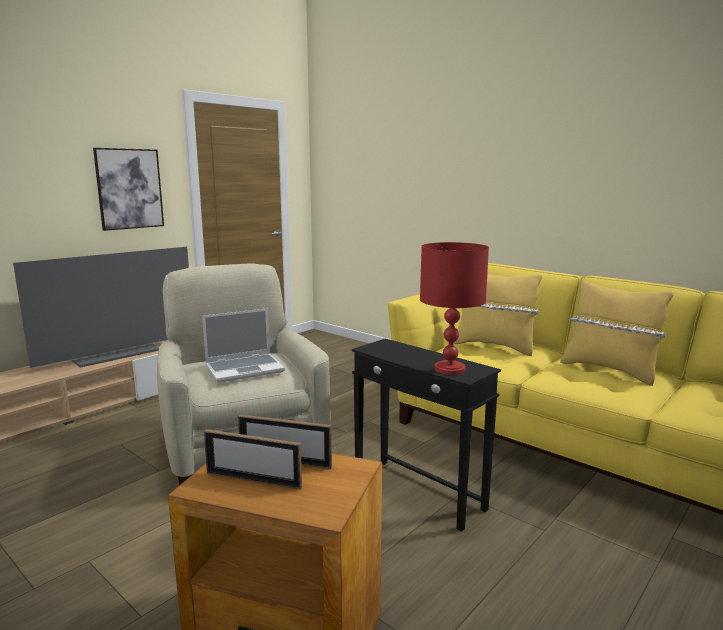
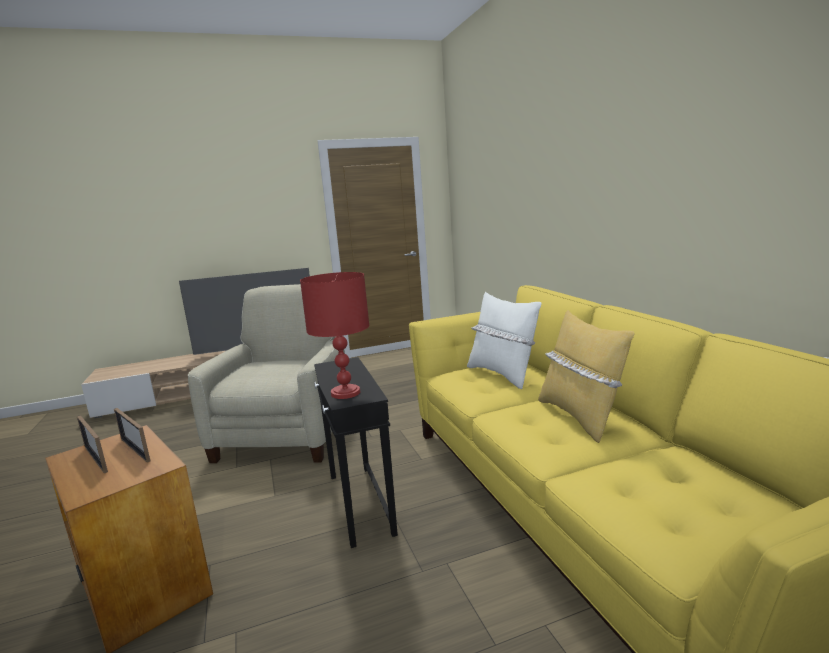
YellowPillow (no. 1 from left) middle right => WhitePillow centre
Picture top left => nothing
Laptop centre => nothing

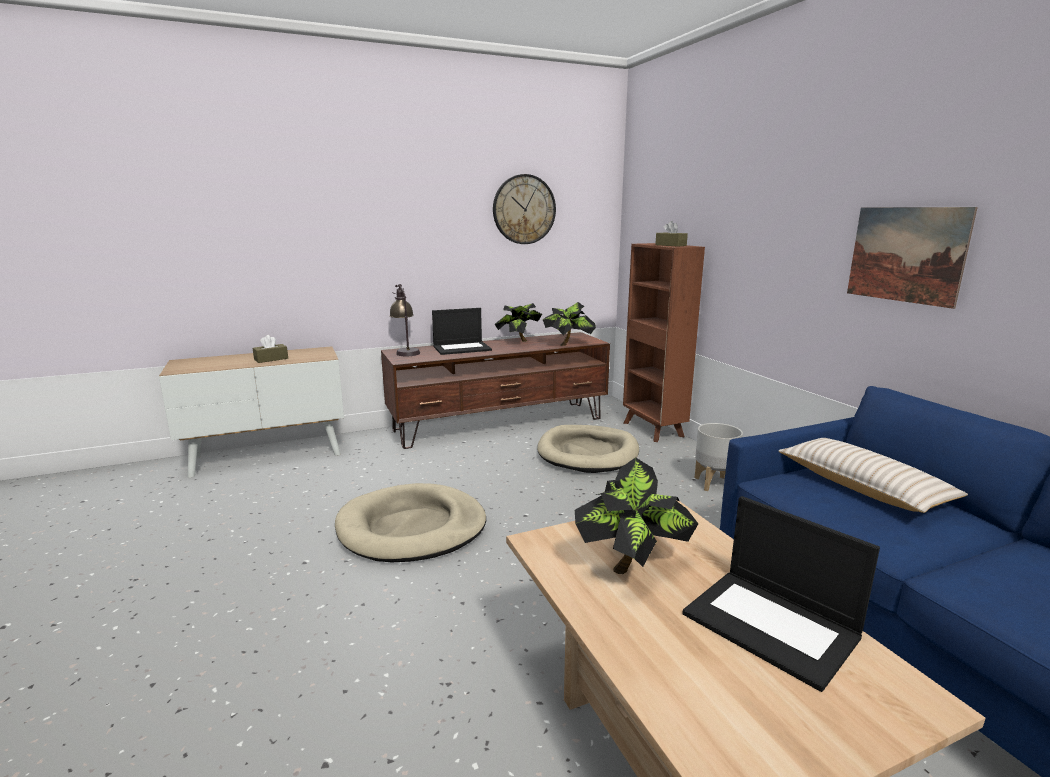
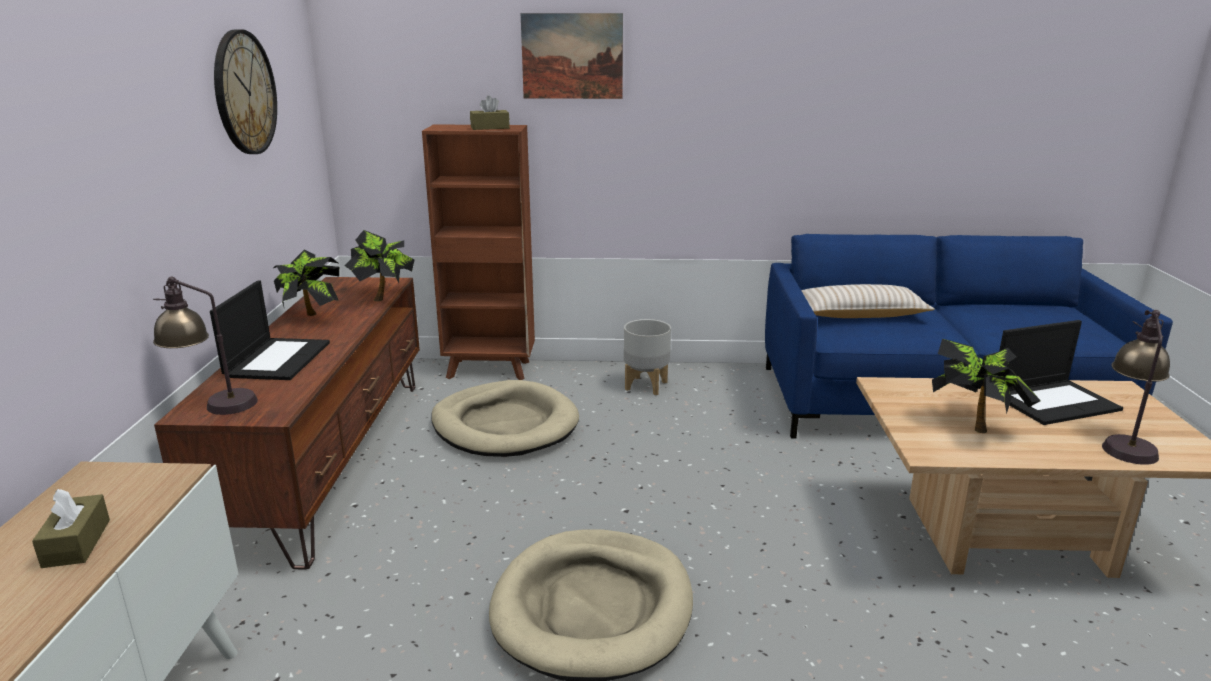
Picture top right => Picture top centre, relocated
nothing => TableLamp (no. 2 from left) middle right

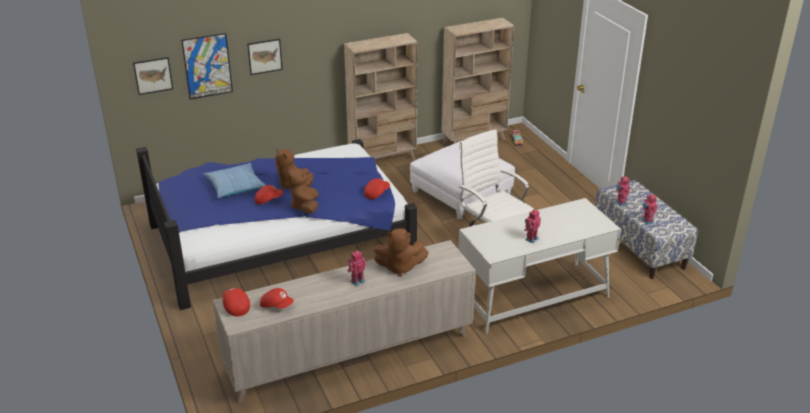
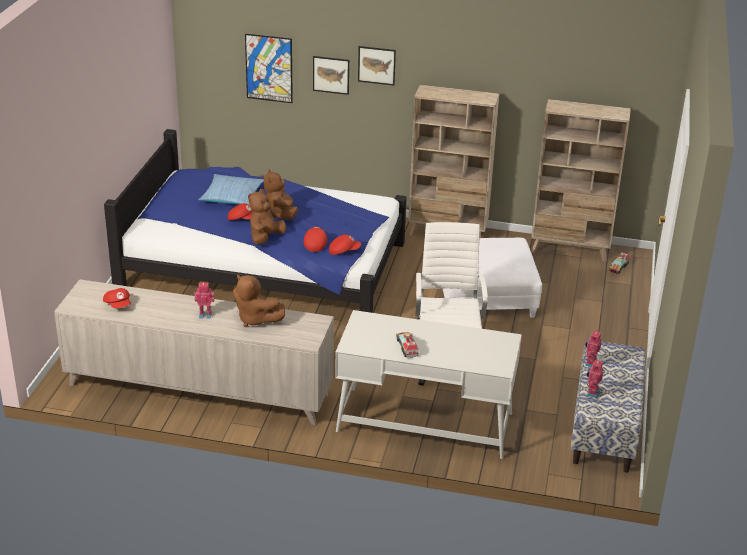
RedCap (no. 1 from left in the first image) bottom left => RedCap (no. 3 from left) centre, relocated
Picture (no. 1 from left in the first image) top left => Picture (no. 3 from left) top centre, relocated
ToyRobot (no. 2 from left) centre => ToyTruck (no. 1 from left) centre

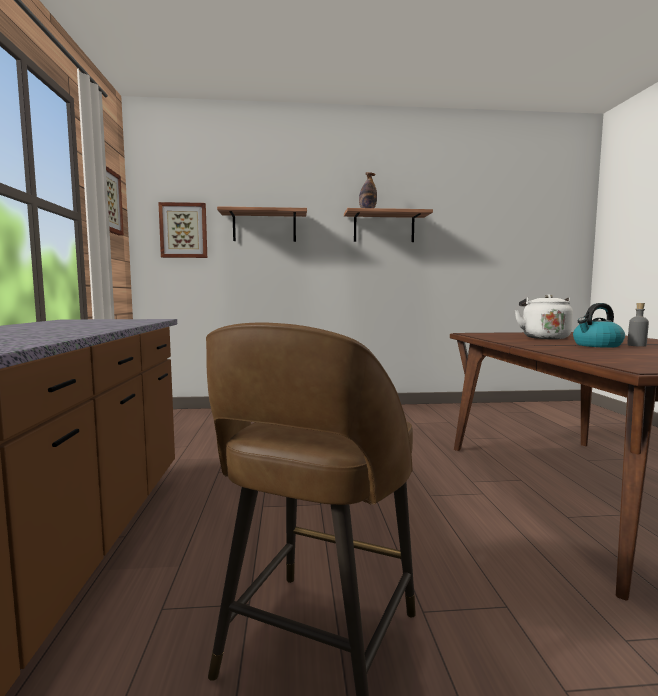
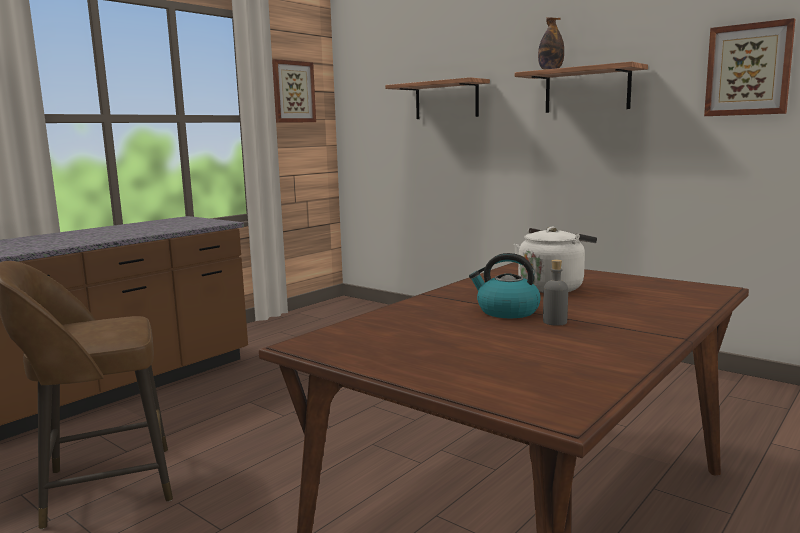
Picture (no. 2 from left) top left => Picture (no. 2 from left) top right, relocated

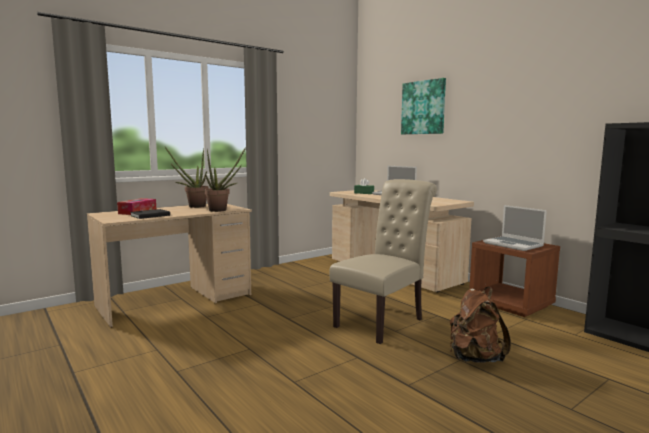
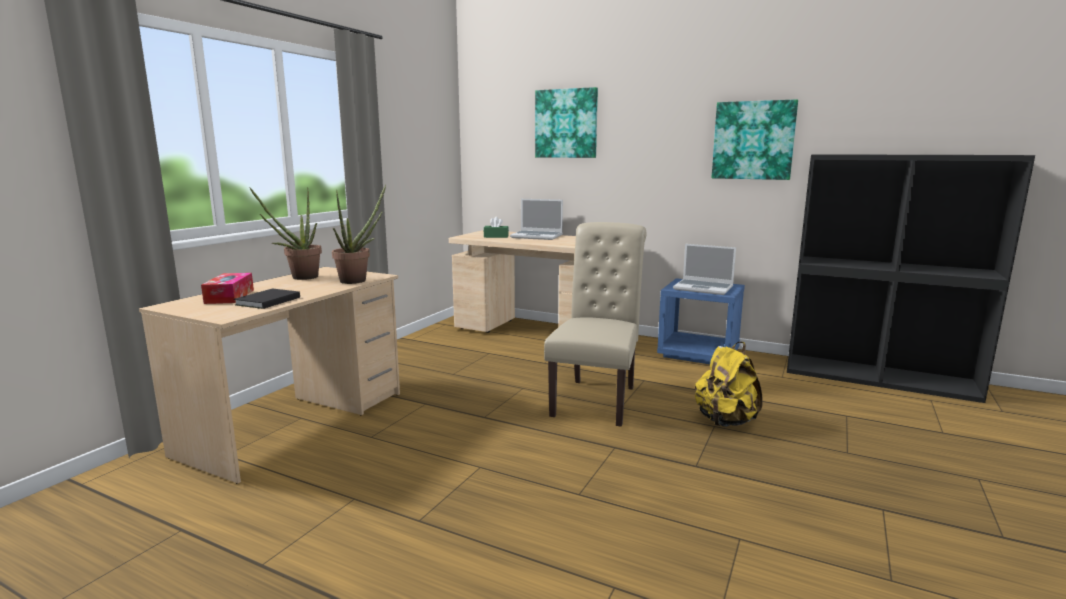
BrownNightstand middle right => BlueNightstand centre
BrownBackpack bottom right => YellowBackpack middle right
nothing => Picture (no. 2 from left) top right

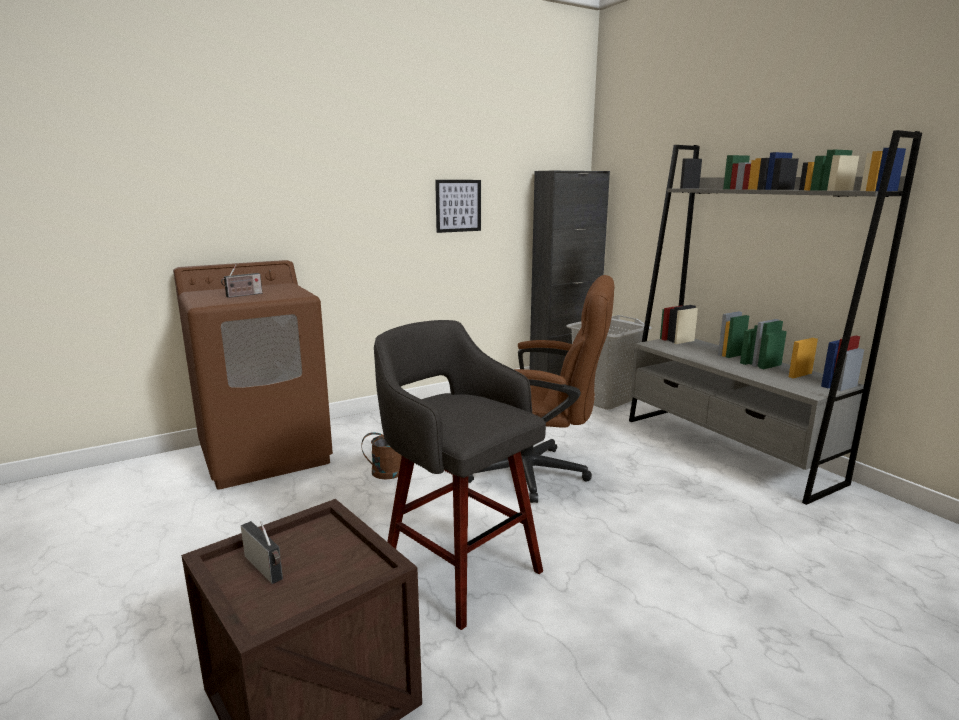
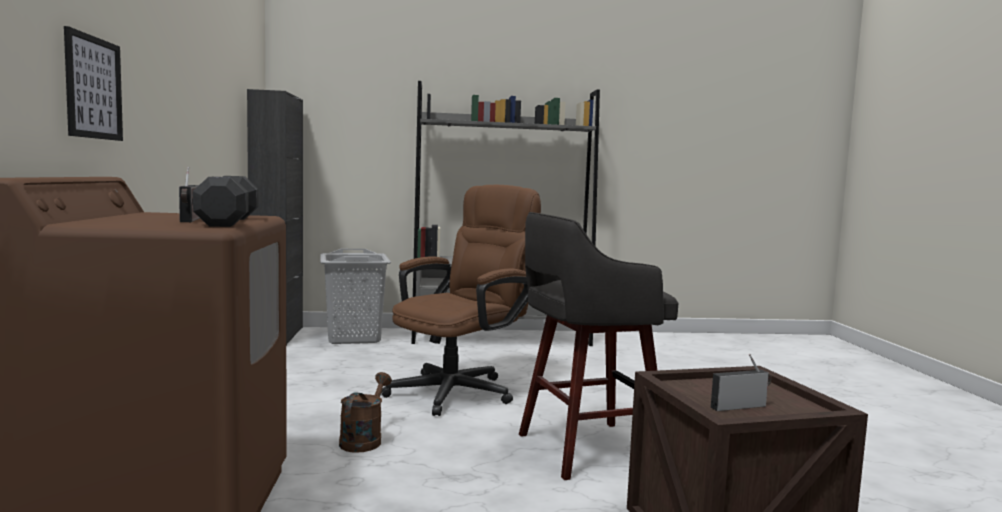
Picture top centre => Picture top left, relocated
nothing => BlackDumbbell middle left

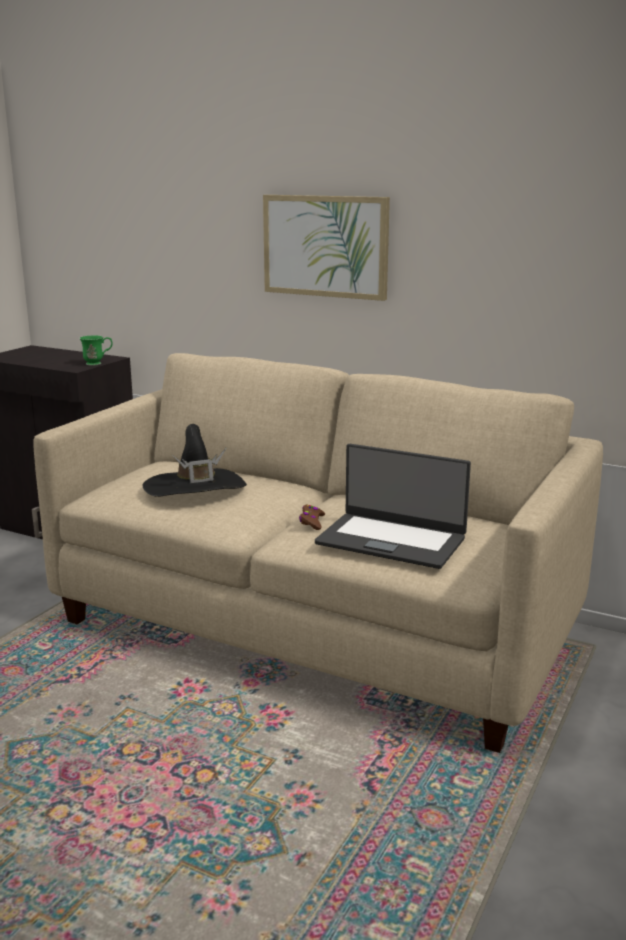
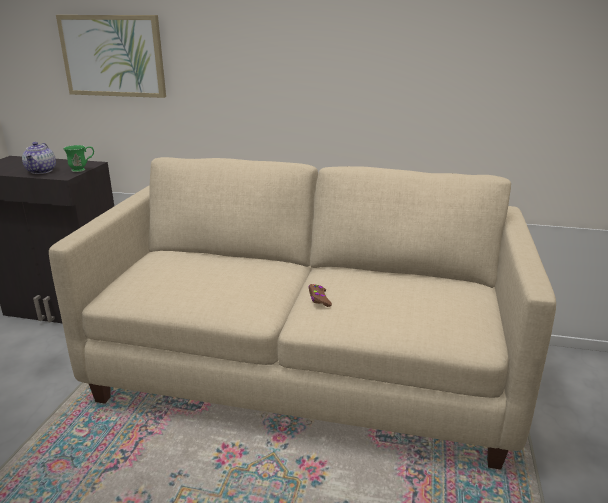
nothing => Teapot top left
Picture top centre => Picture top left, relocated
BlackHat middle left => nothing
Laptop centre => nothing

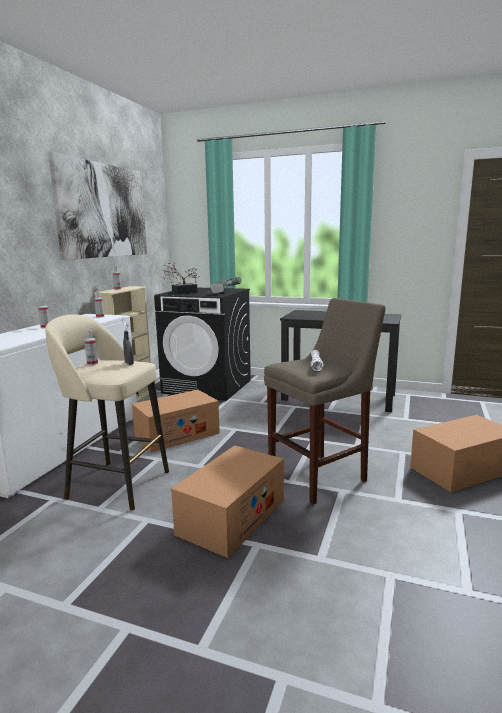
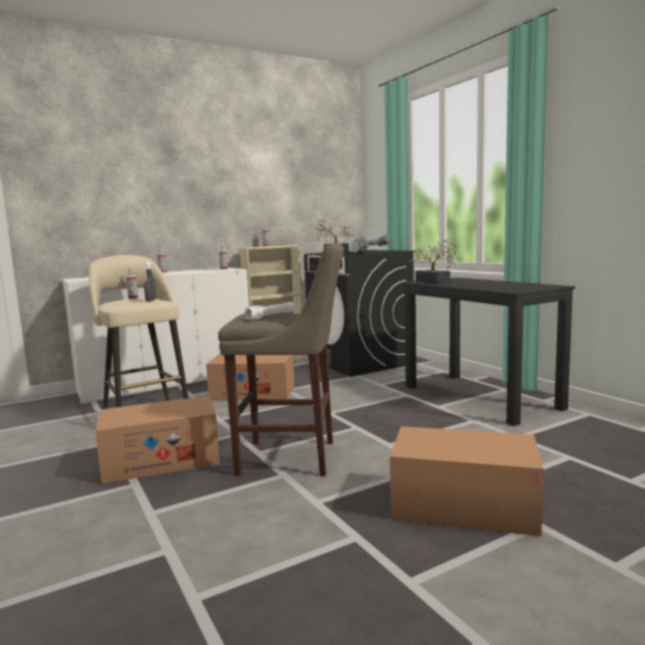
nothing => PottedPlant (no. 2 from left) middle right
Picture top left => nothing

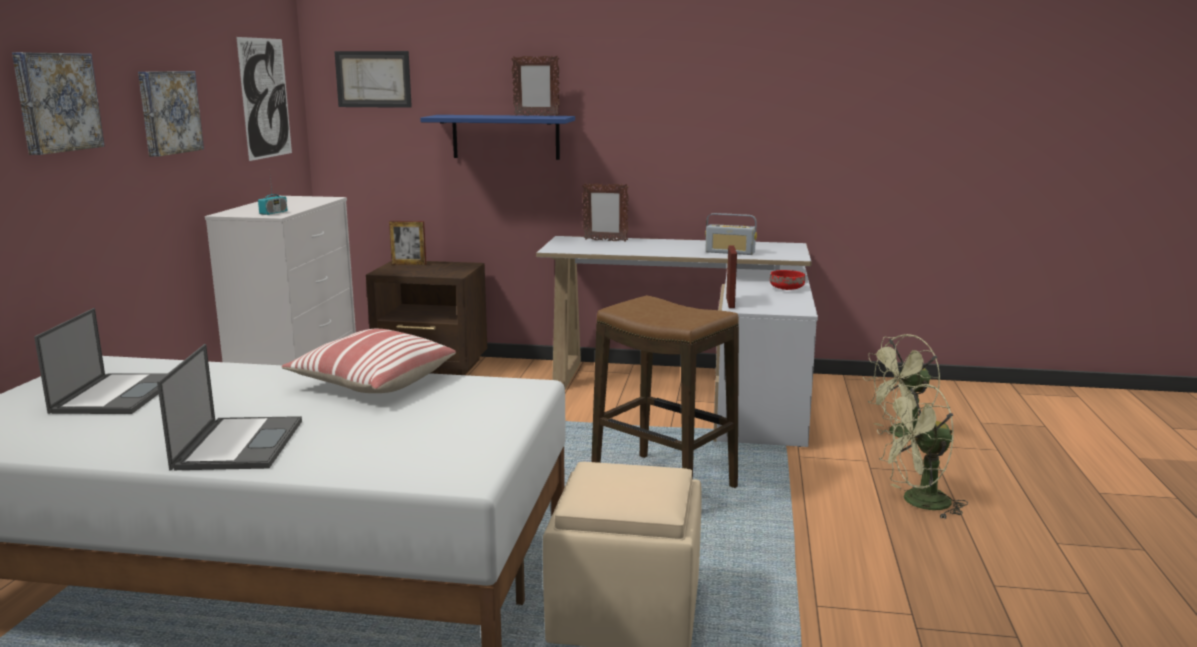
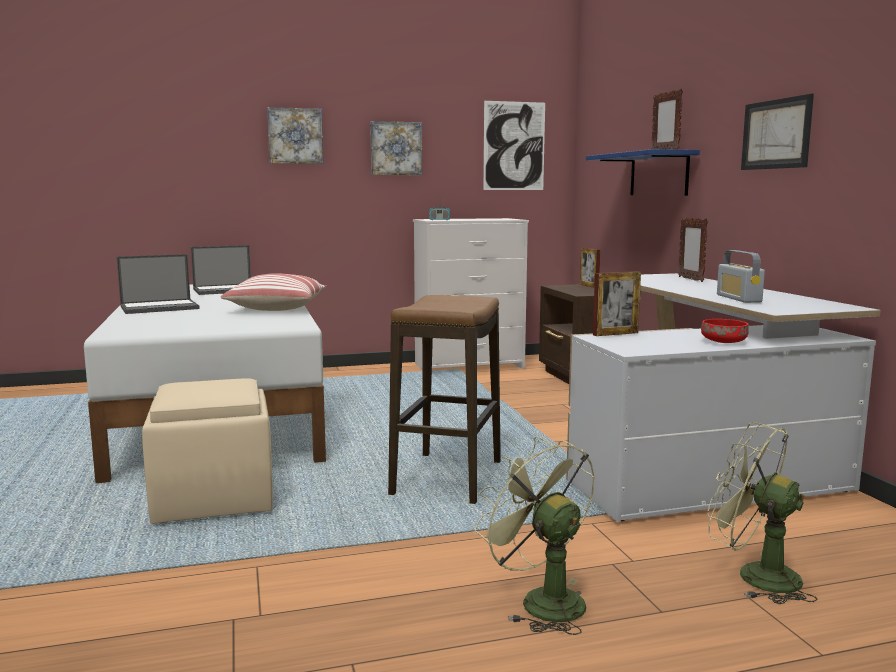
Picture (no. 4 from left) top left => Picture (no. 4 from left) top right, relocated

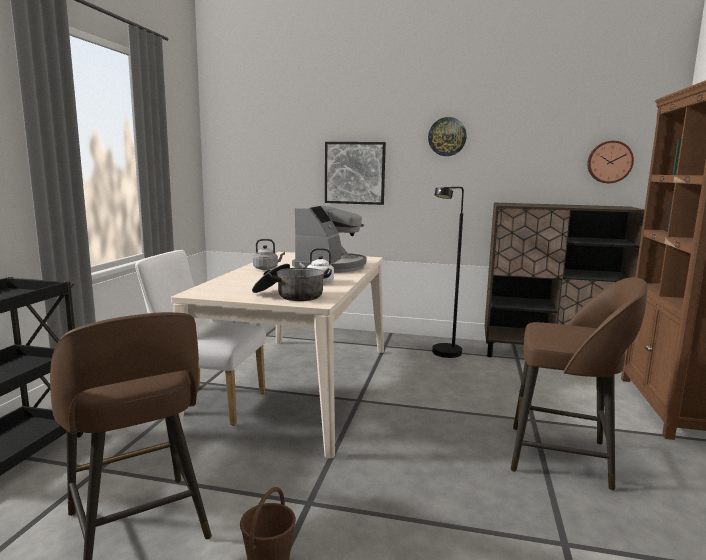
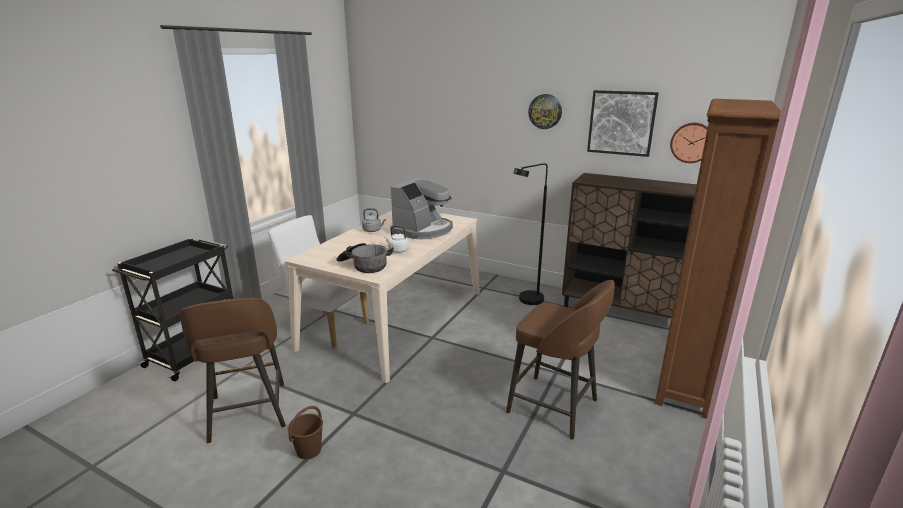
Picture top centre => Picture top right, relocated

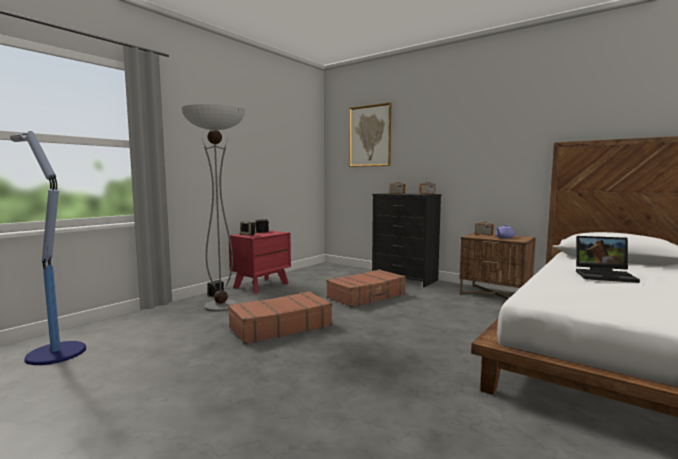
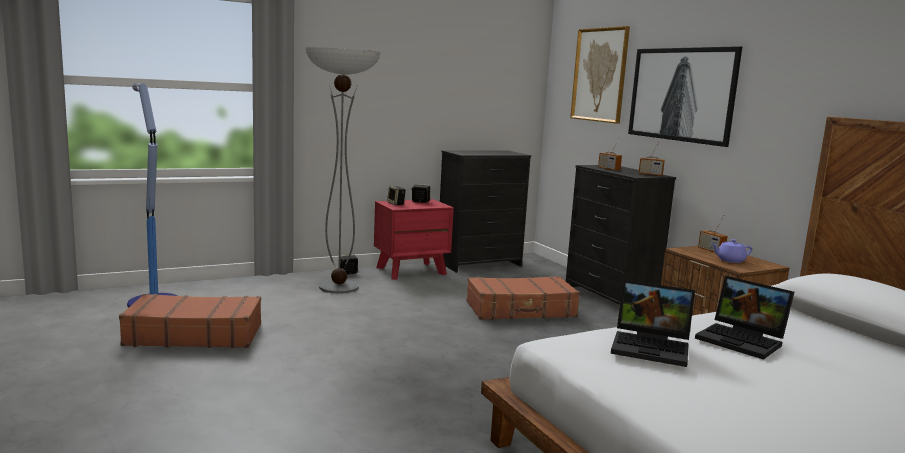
BrownSuitcase (no. 1 from left) bottom centre => BrownSuitcase (no. 1 from left) bottom left, relocated
nothing => BlackDresser (no. 1 from left) centre
nothing => Laptop (no. 1 from left) bottom right
nothing => Picture (no. 2 from left) top right

